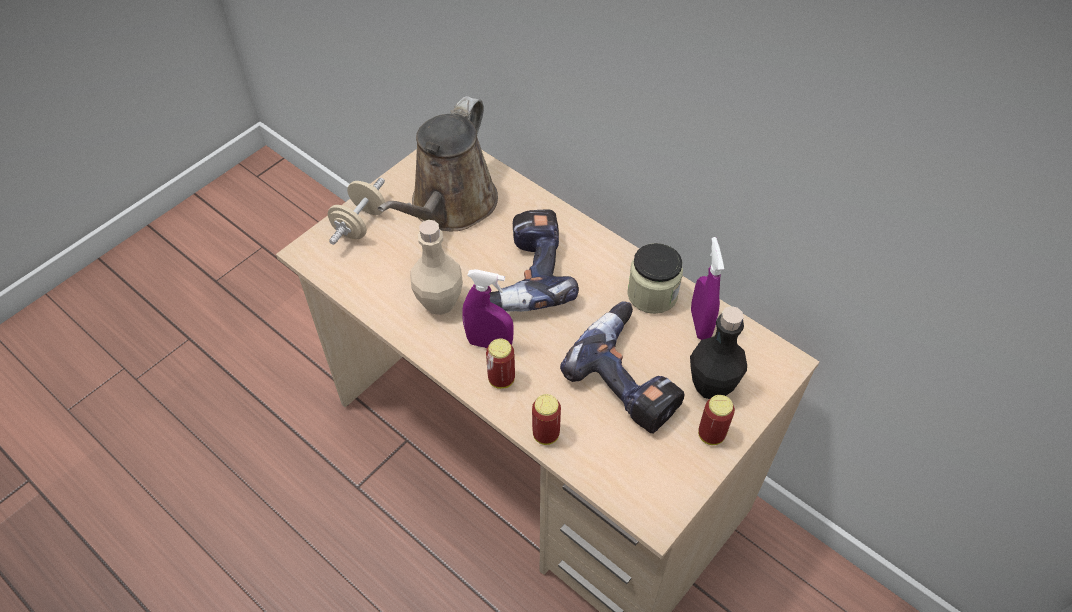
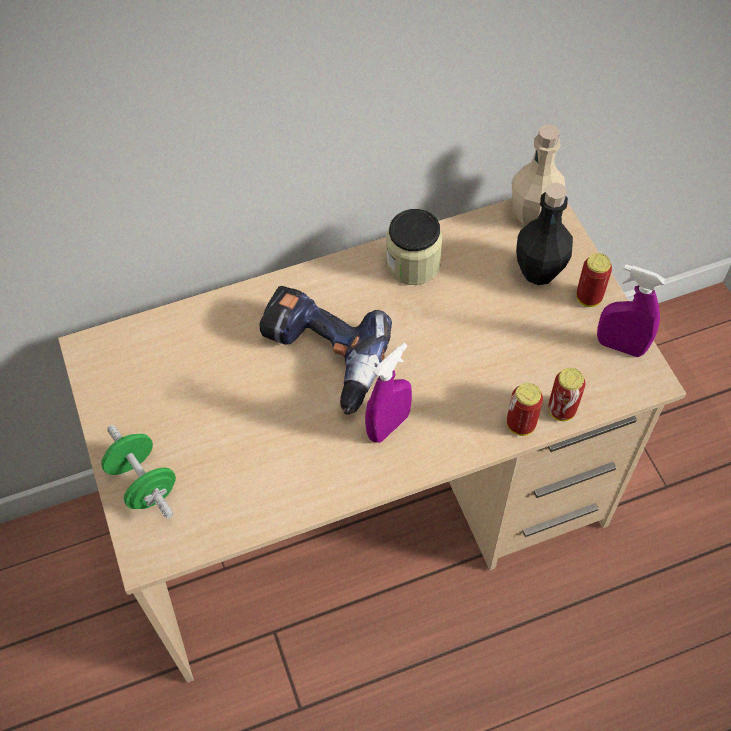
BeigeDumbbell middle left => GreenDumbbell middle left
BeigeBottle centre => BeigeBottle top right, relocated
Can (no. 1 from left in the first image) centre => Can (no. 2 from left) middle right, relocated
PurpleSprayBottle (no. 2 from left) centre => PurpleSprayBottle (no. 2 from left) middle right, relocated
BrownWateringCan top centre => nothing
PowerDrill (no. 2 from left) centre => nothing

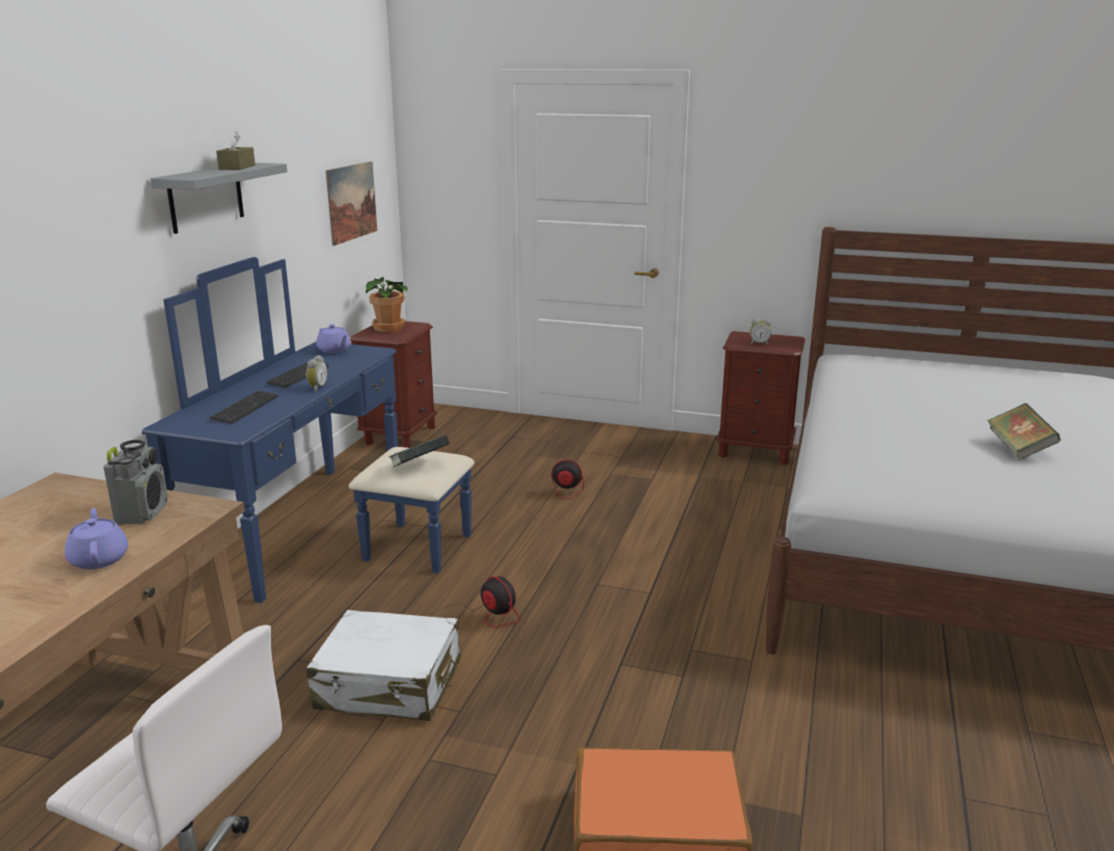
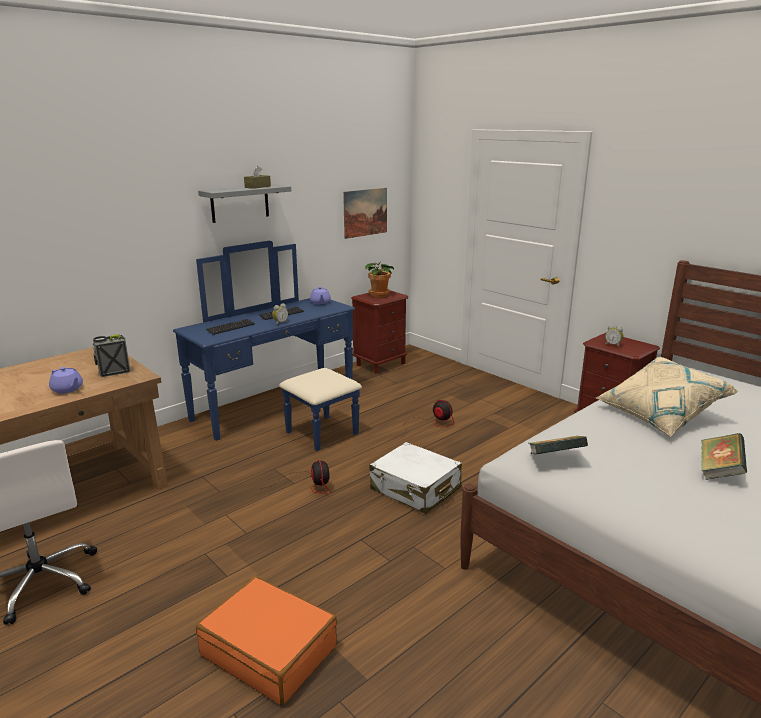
PurpleTeapot (no. 1 from left) middle left, 120 degrees clockwise
Radio middle left, 150 degrees counterclockwise
WhiteSuitcase bottom centre => WhiteSuitcase centre, relocated
Book (no. 1 from left) centre => Book (no. 1 from left) middle right, relocated
nothing => BeigePillow middle right

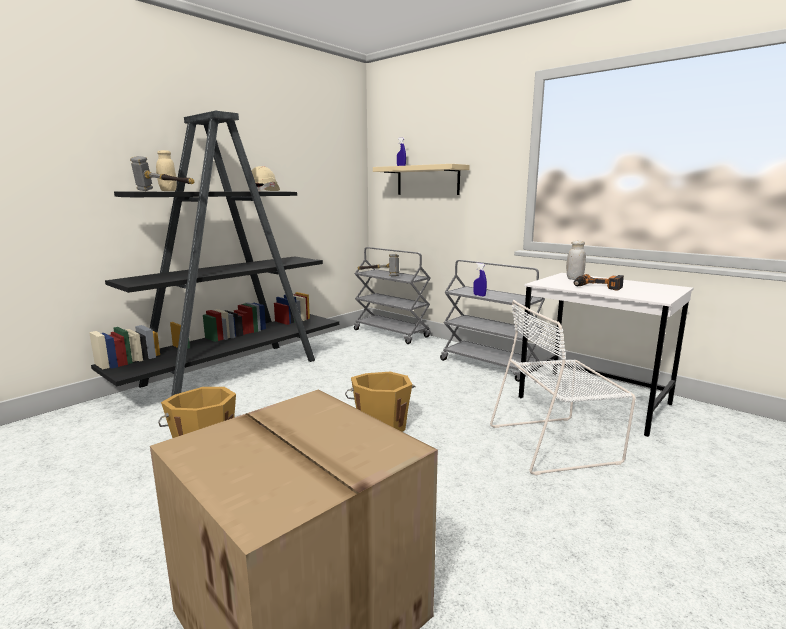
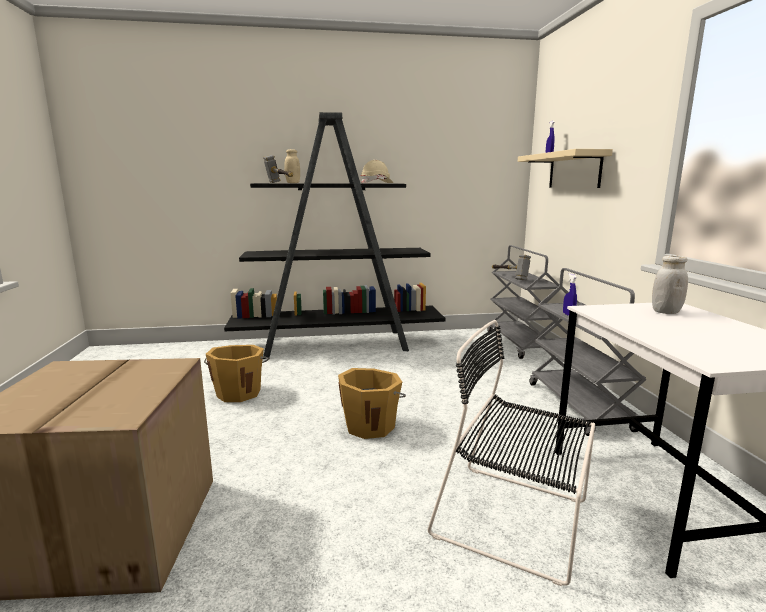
WhiteChair middle right => BlackChair bottom right
PowerDrill middle right => nothing

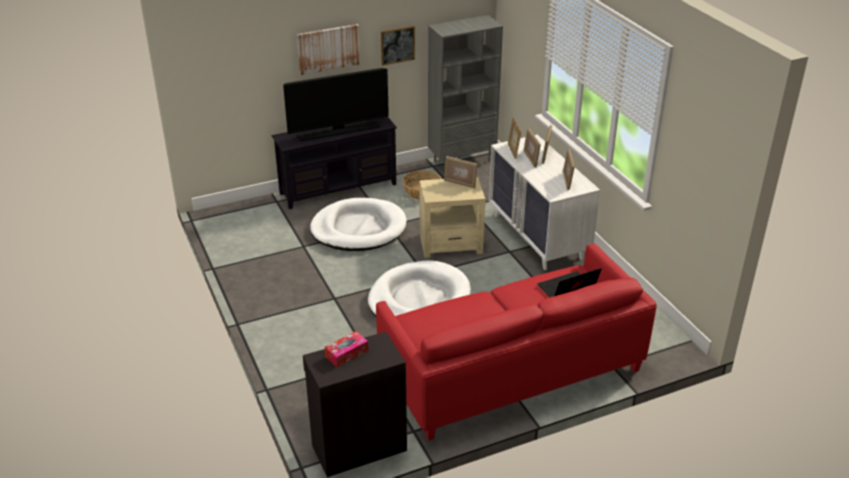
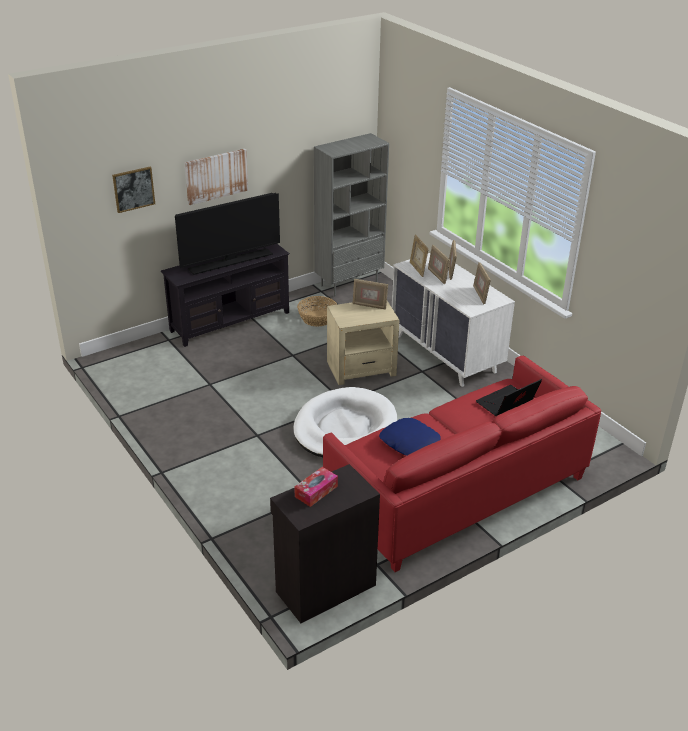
Picture (no. 2 from left in the first image) top centre => Picture (no. 1 from left) top left, relocated
nothing => BluePillow centre
WhiteDogBed (no. 1 from left) centre => nothing

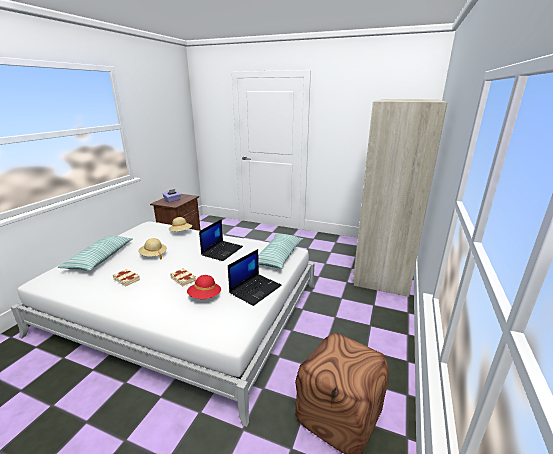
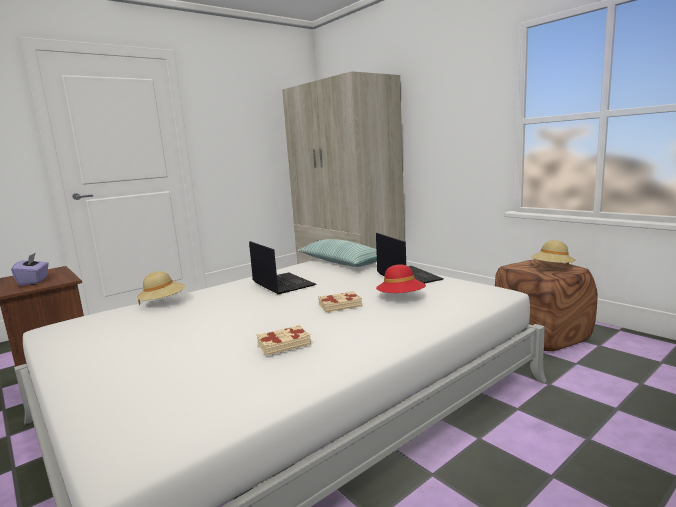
BeigeHat (no. 1 from left in the first image) middle left => BeigeHat (no. 2 from left) middle right, relocated
Pillow (no. 1 from left) middle left => nothing

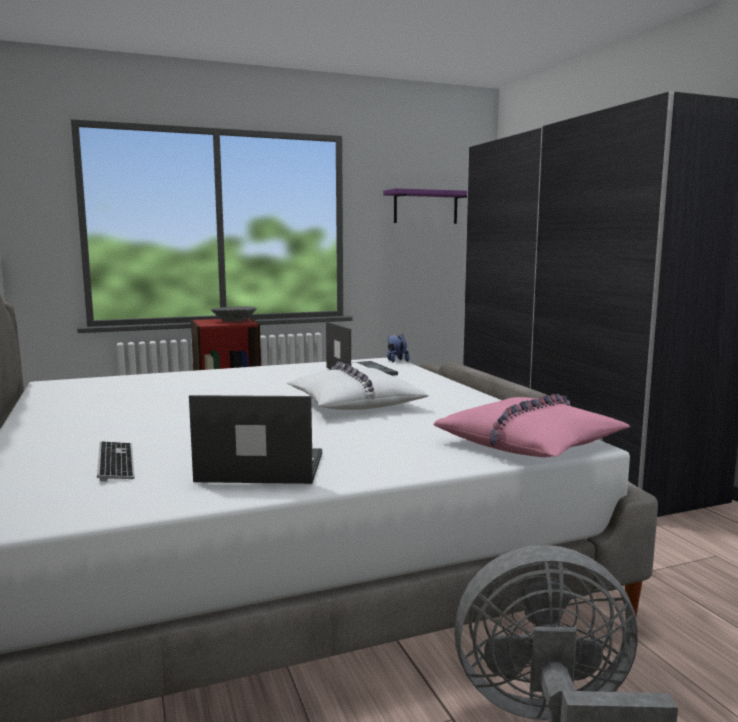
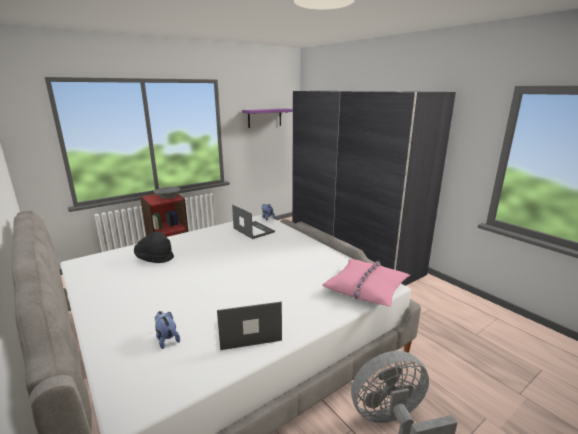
nothing => BlackHat middle left
Keyboard middle left => PlushToy (no. 1 from left) bottom left
WhitePillow centre => nothing

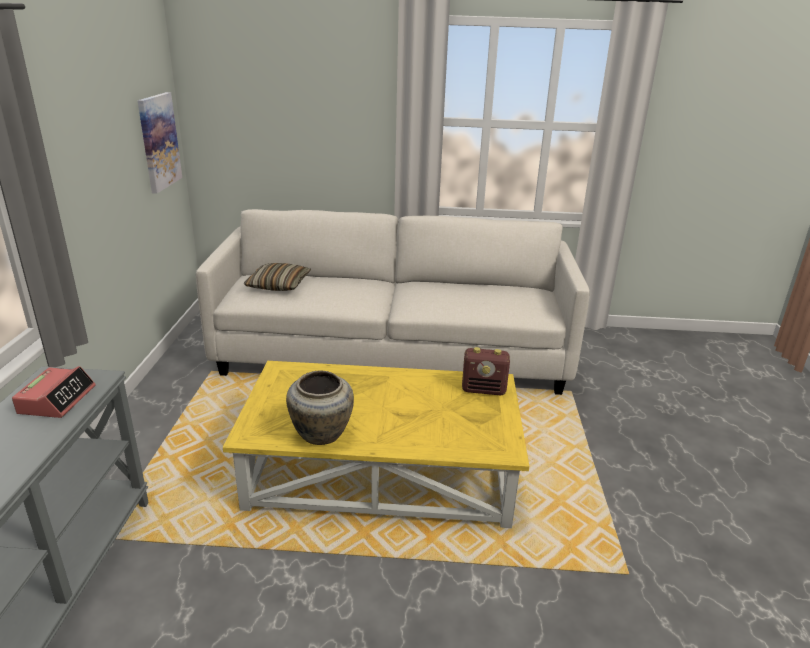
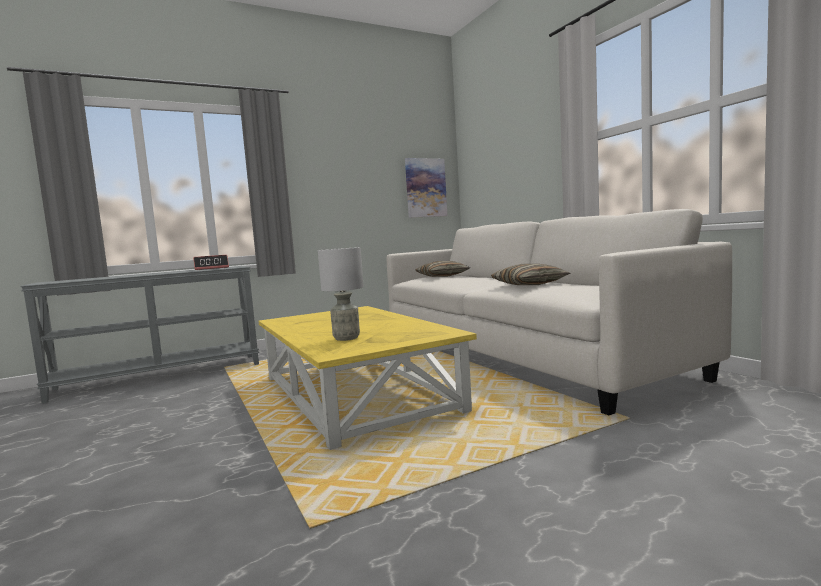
nothing => GreyTableLamp centre
nothing => Pillow (no. 2 from left) centre
BeigeVase centre => nothing
Radio centre => nothing

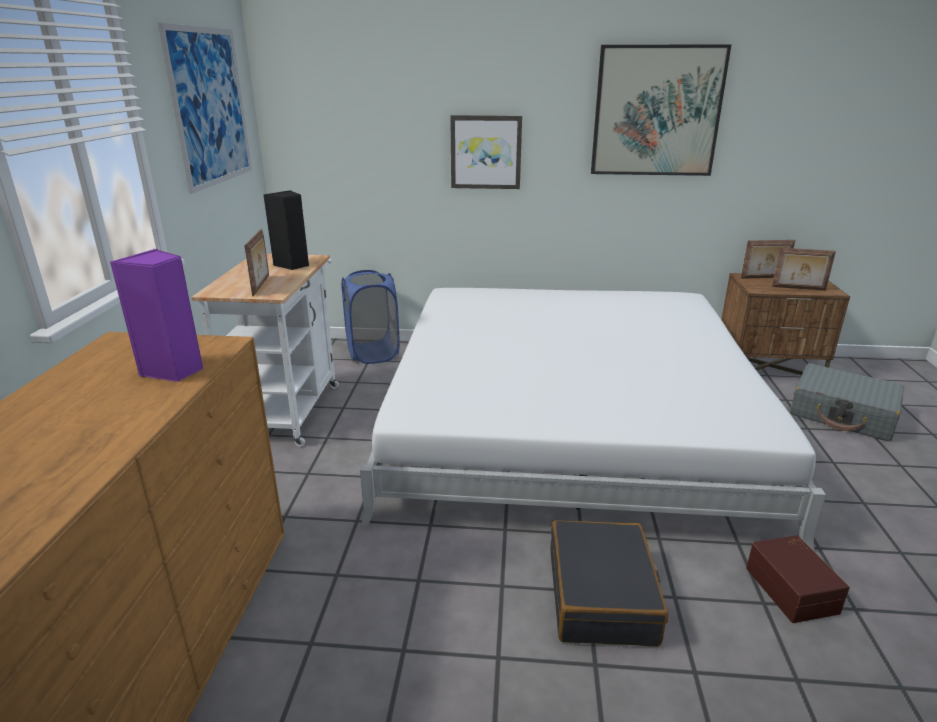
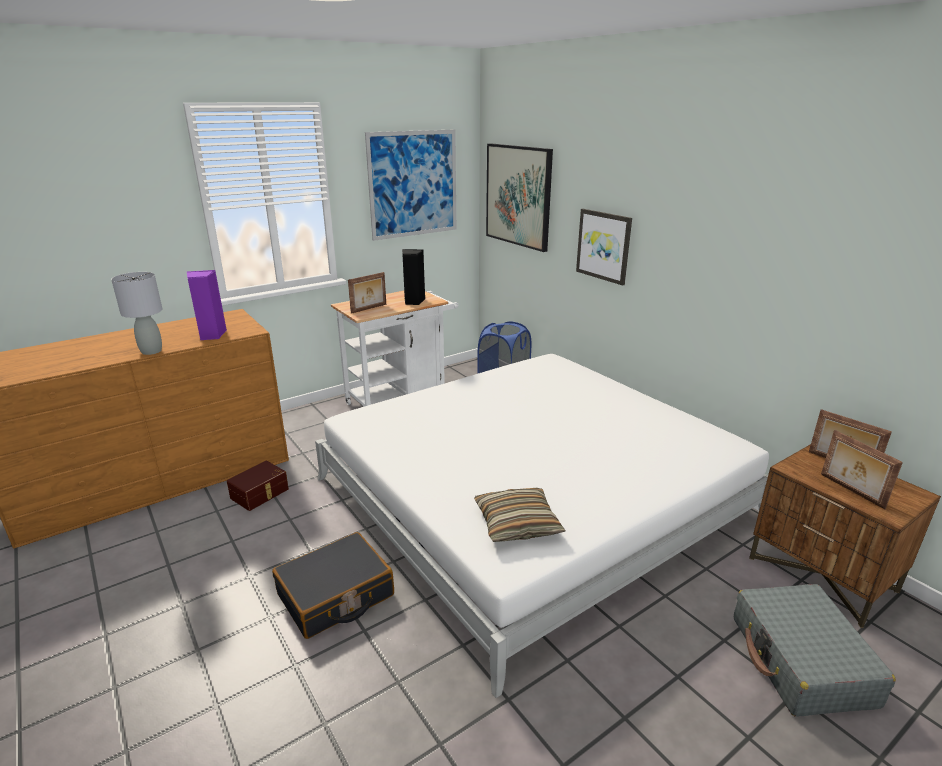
nothing => GreyTableLamp middle left
BrownStorageBox bottom right => BrownStorageBox middle left, relocated
nothing => Pillow bottom centre
Picture (no. 3 from left in the first image) top right => Picture (no. 2 from left) top centre, relocated

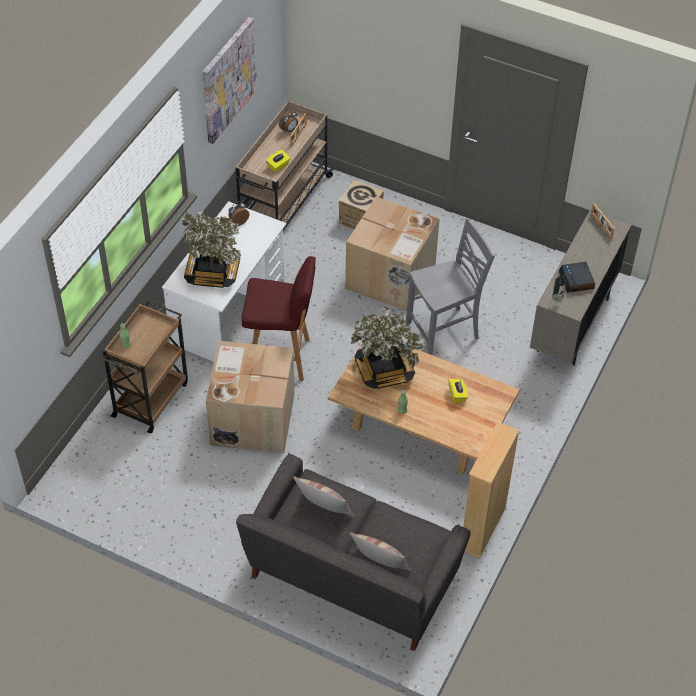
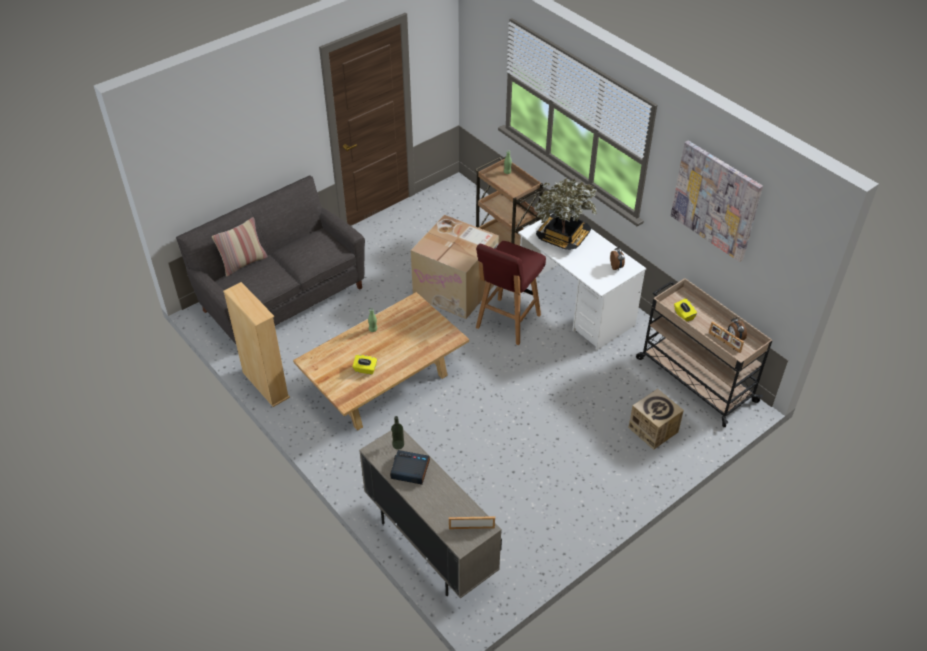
Pillow (no. 1 from left) bottom centre => nothing
CardboardBox (no. 3 from left) centre => nothing
PottedPlant (no. 2 from left) centre => nothing
GreyChair centre => nothing

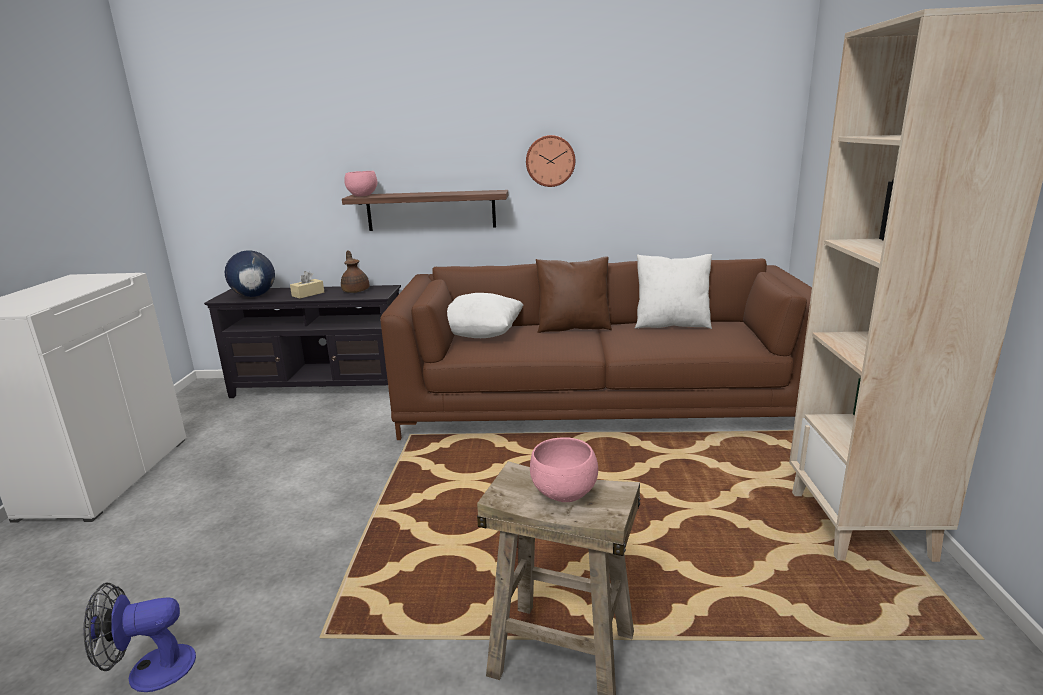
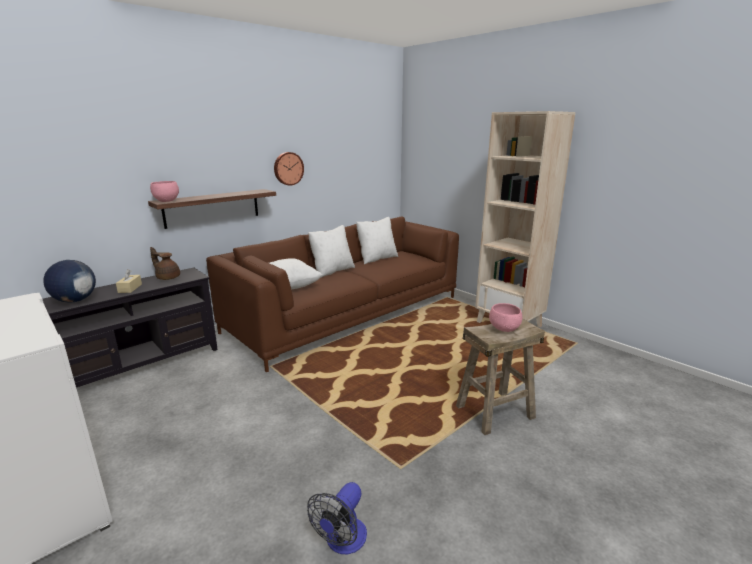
BrownPillow centre => WhitePillow (no. 2 from left) centre

